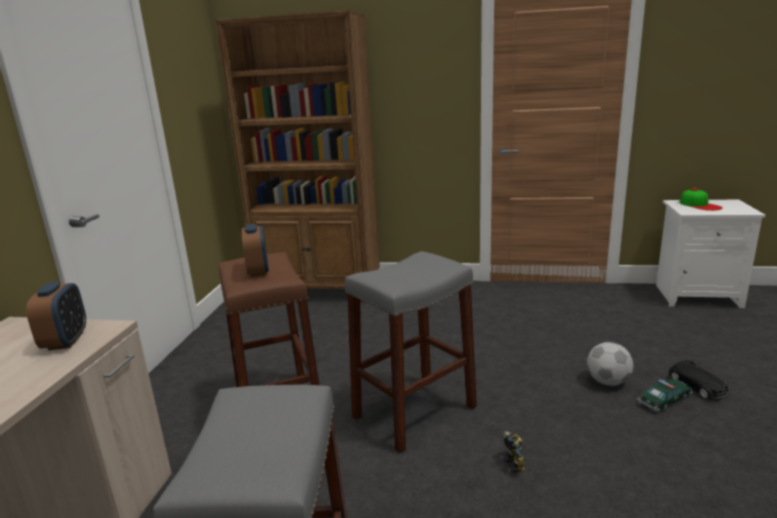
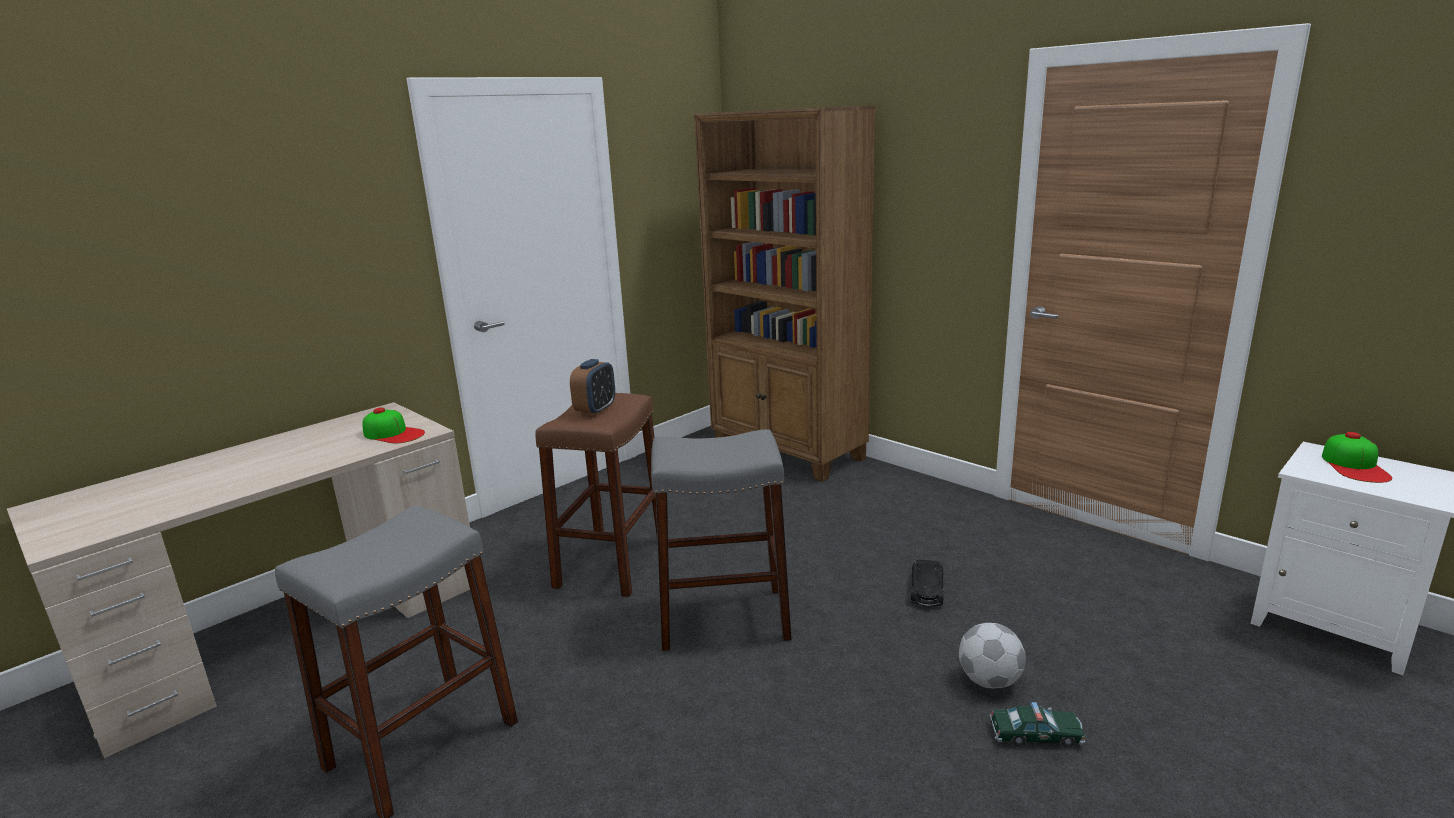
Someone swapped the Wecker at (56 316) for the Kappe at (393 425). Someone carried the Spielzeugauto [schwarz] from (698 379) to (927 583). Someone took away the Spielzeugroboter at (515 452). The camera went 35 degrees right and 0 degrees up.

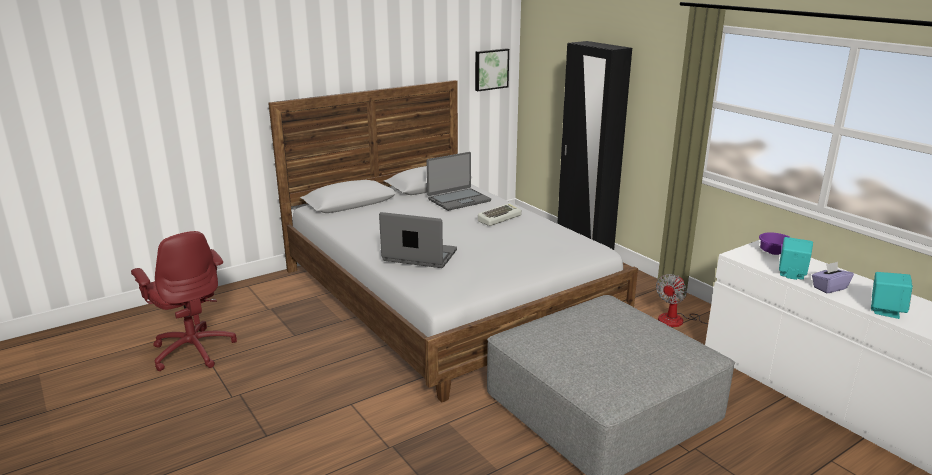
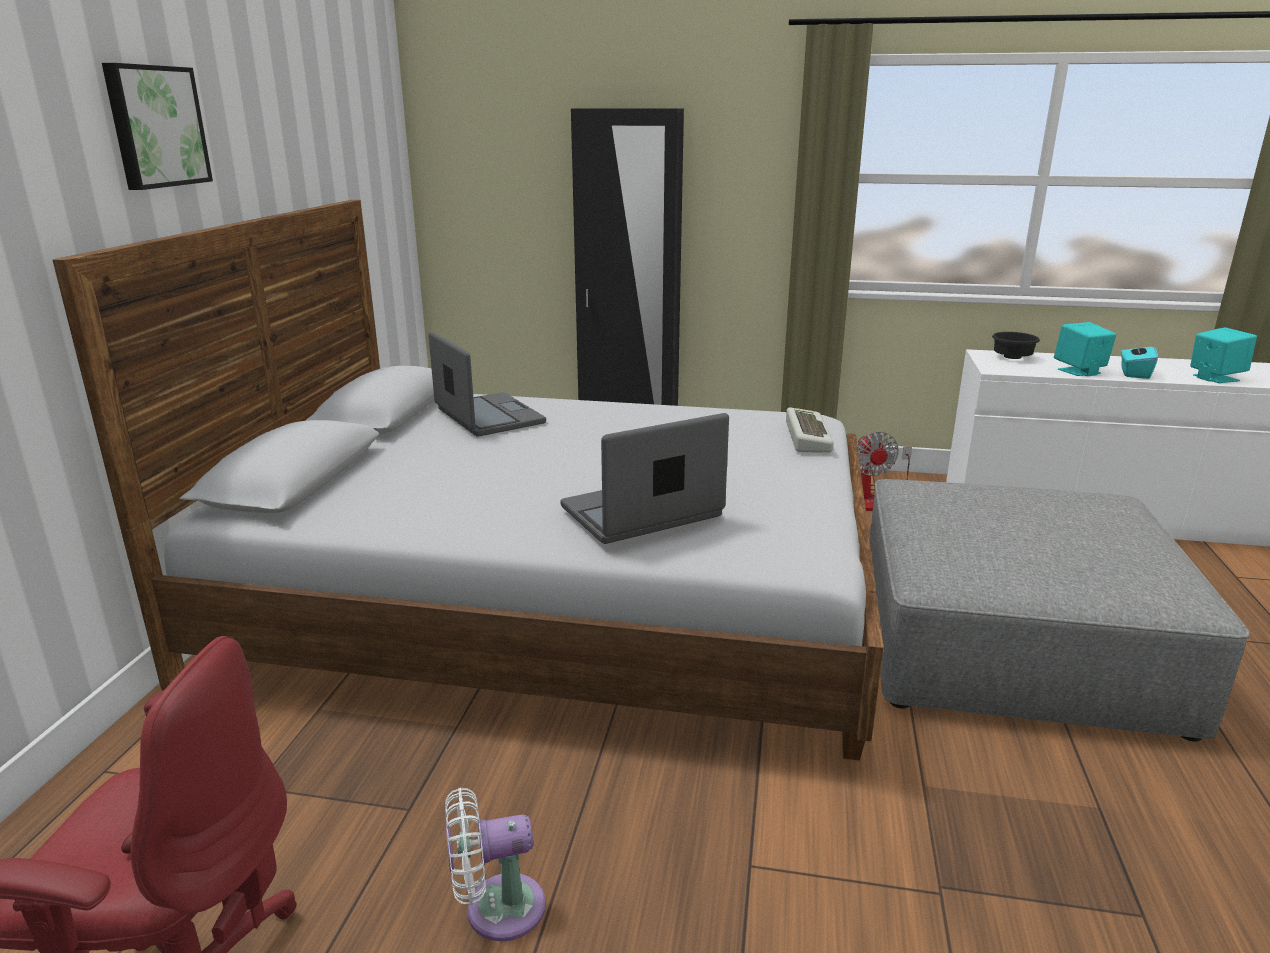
Someone carried the Bild from (492 69) to (157 126). Someone rotated the Laptop at (459 181) by 45 degrees counterclockwise. Someone carried the Tastatur from (500 214) to (810 430). Someone repainted the Schüssel [lila] at (775 243), which became the Schüssel [schwarz] at (1016 345). Someone repainted the Taschentuchbox [lila] at (833 277), which became the Taschentuchbox [türkis] at (1139 360). Someone put down the Ventilator [weiß] at (495 865). The camera went 45 degrees left and 0 degrees up.

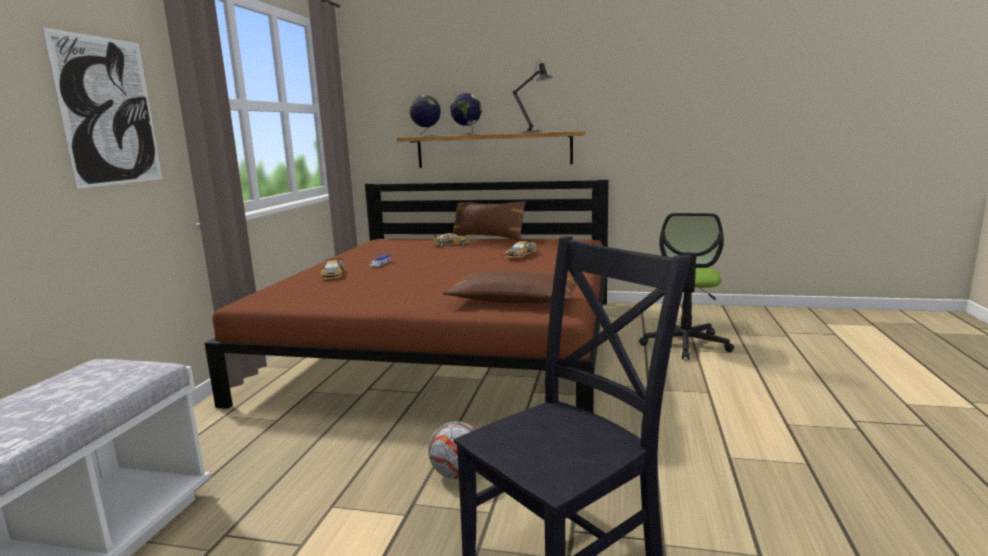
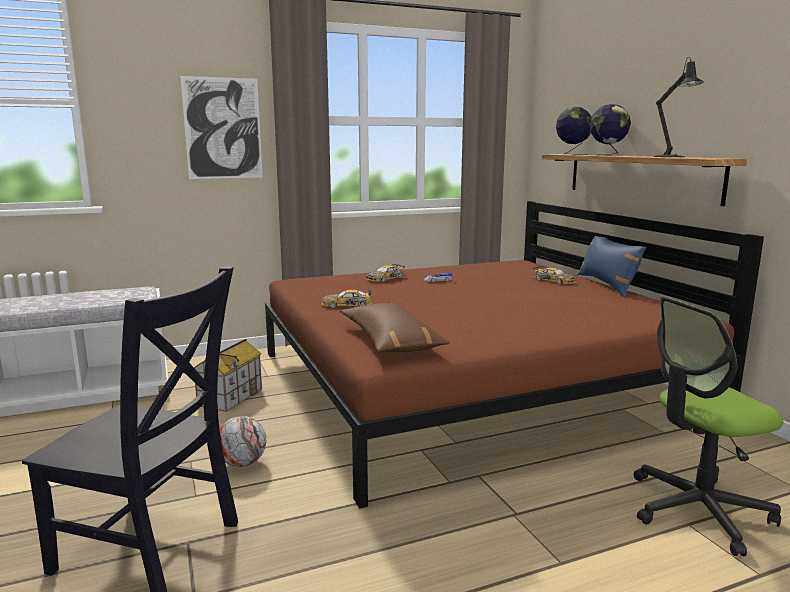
Someone repainted the Kissen [braun] at (489 221), which became the Kissen [blau] at (612 266). Someone carried the Spielzeugauto from (521 249) to (347 298). Someone put down the Spielzeughaus at (228 375). The camera went 55 degrees right and 0 degrees up.

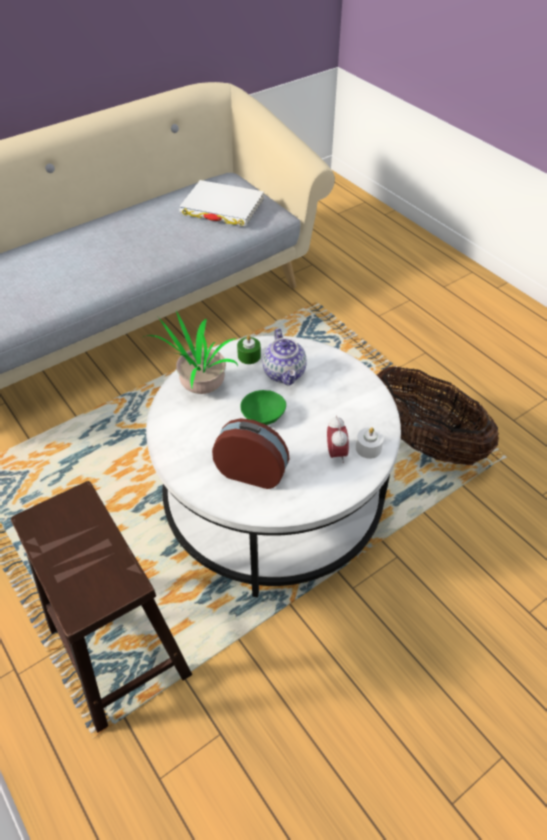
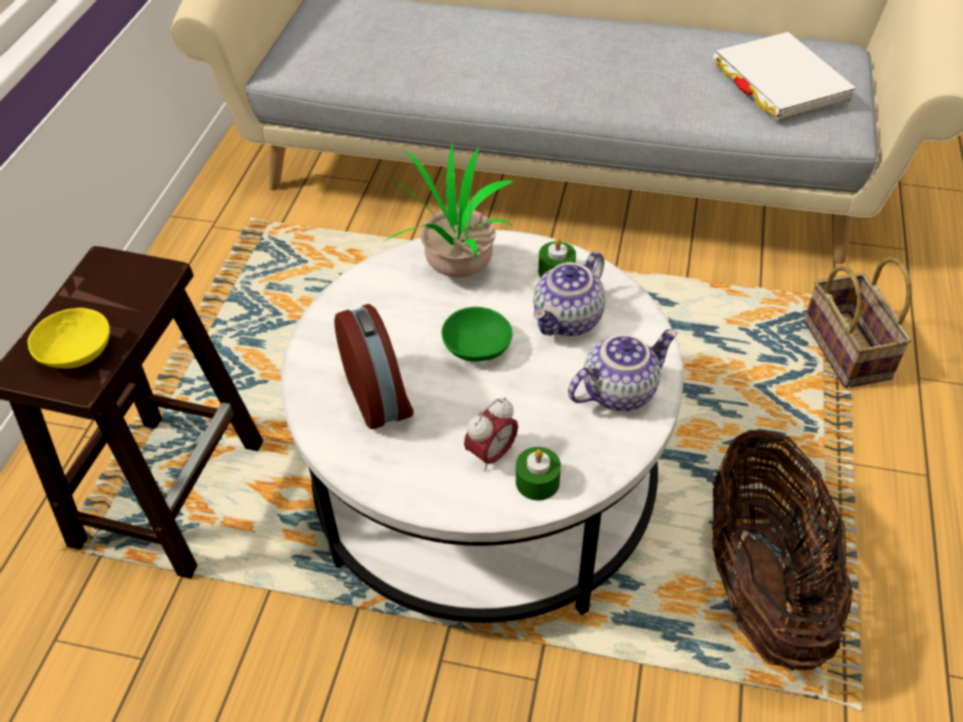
Someone repainted the Kerze [weiß] at (370 443), which became the Kerze [grün] at (538 474). Someone put down the Korb at (858 322). Someone put down the Schüssel [gelb] at (68 338). Someone put down the Teekanne at (623 370). The camera went 50 degrees right and 0 degrees up.

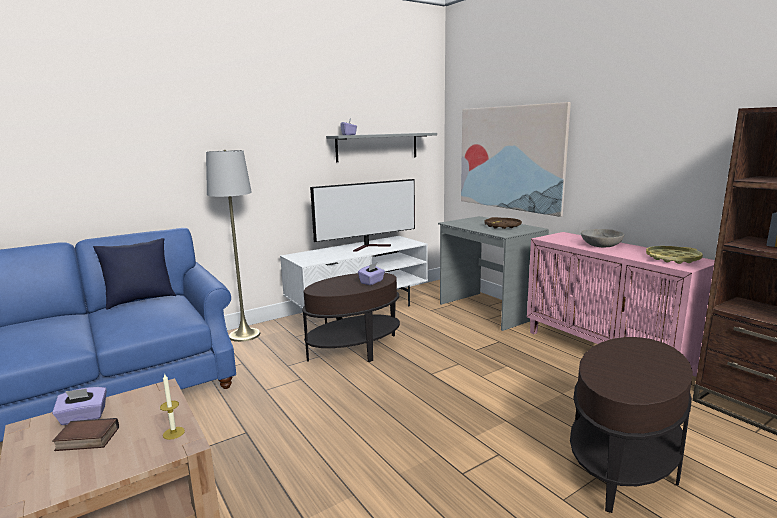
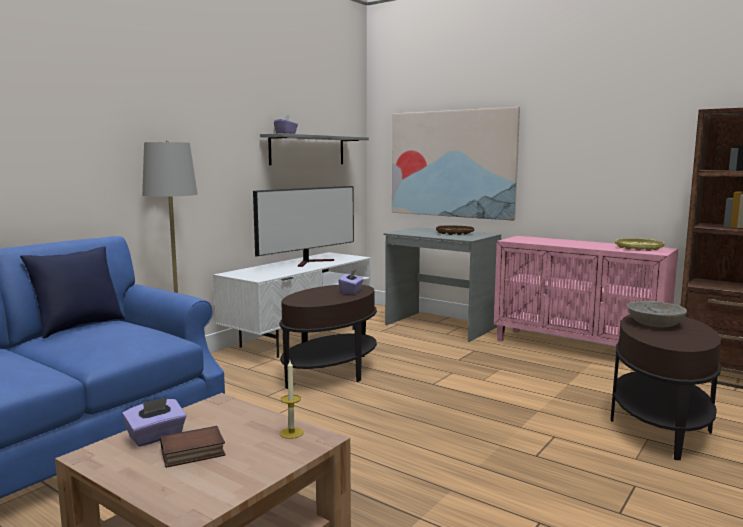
Someone carried the Schüssel [grau] from (602 238) to (657 314). The camera went 20 degrees left and 5 degrees down.

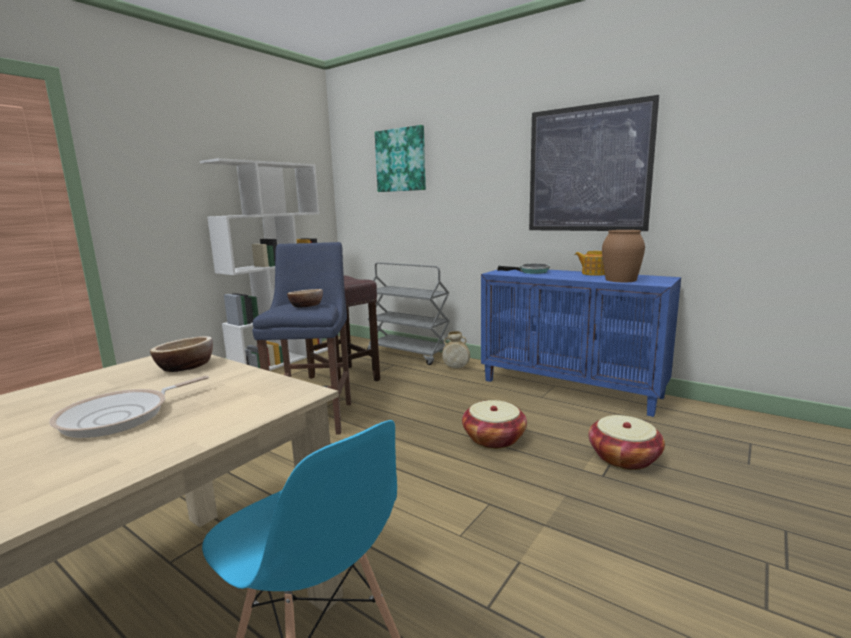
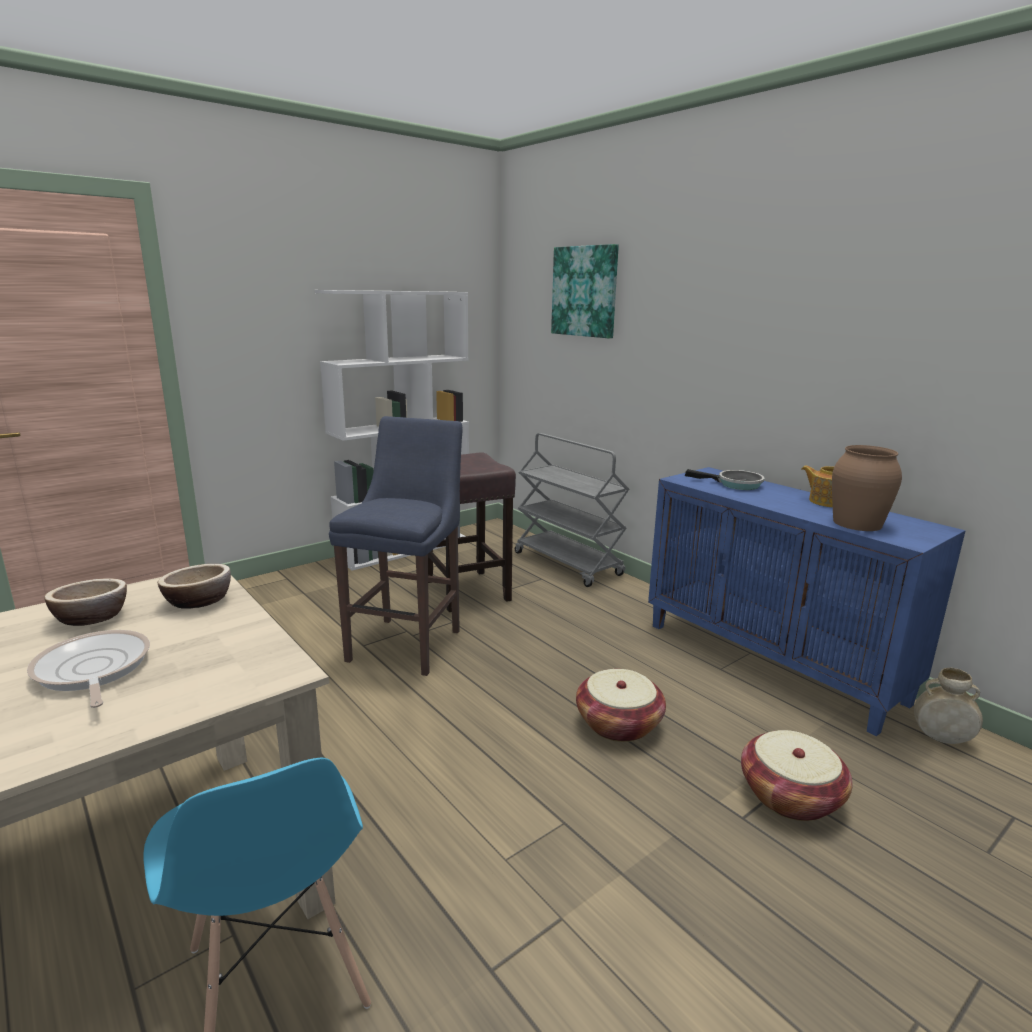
Someone took away the Bild at (594 163). Someone carried the Schüssel from (305 298) to (85 602). Someone carried the Vase [beige] from (456 350) to (948 705). Someone rotated the Pfanne at (129 407) by 90 degrees clockwise. The camera went 15 degrees right and 5 degrees up.

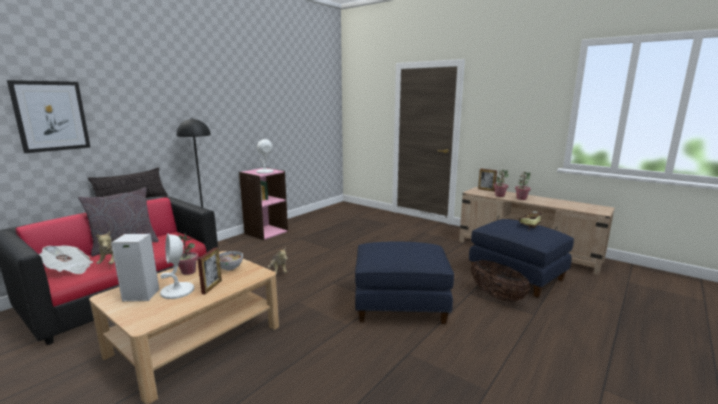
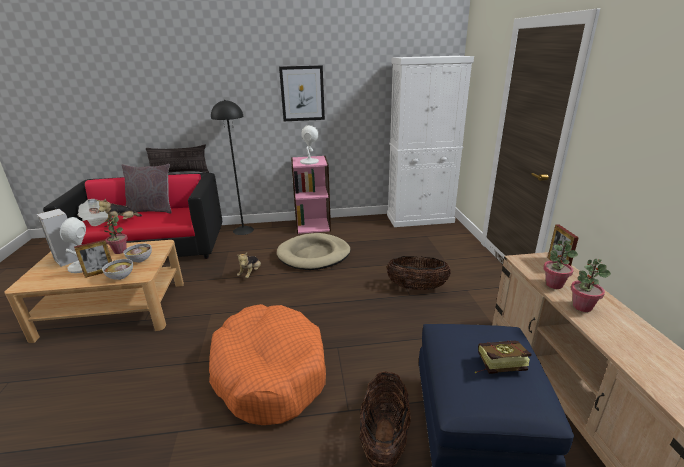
Someone carried the Bild from (49 116) to (302 93). Someone swapped the Polsterhocker [blau] at (404 283) for the Hundebett [orange] at (267 364). Someone put down the Schrank [weiß] at (430 141). Someone put down the Hundebett [beige] at (313 251). Someone put down the Korb at (418 273). Someone put down the Schüssel at (117 269). The camera went 45 degrees right and 10 degrees up.

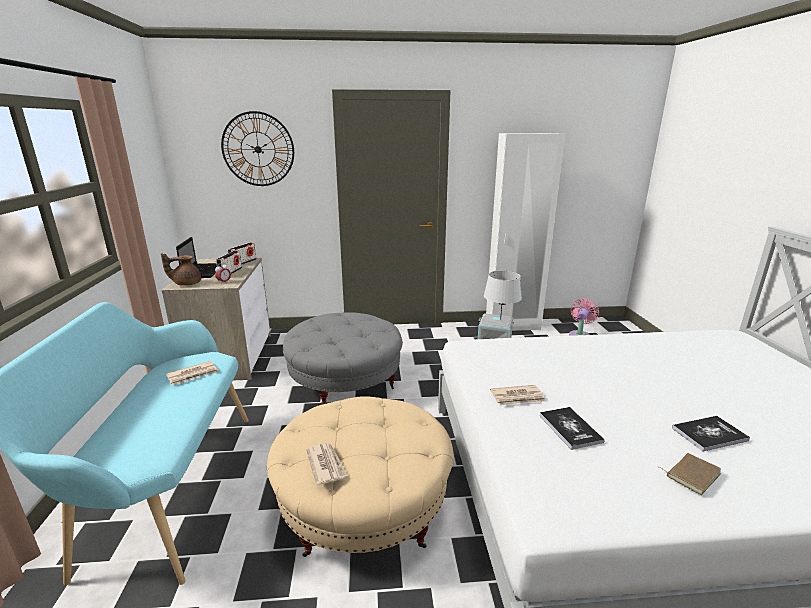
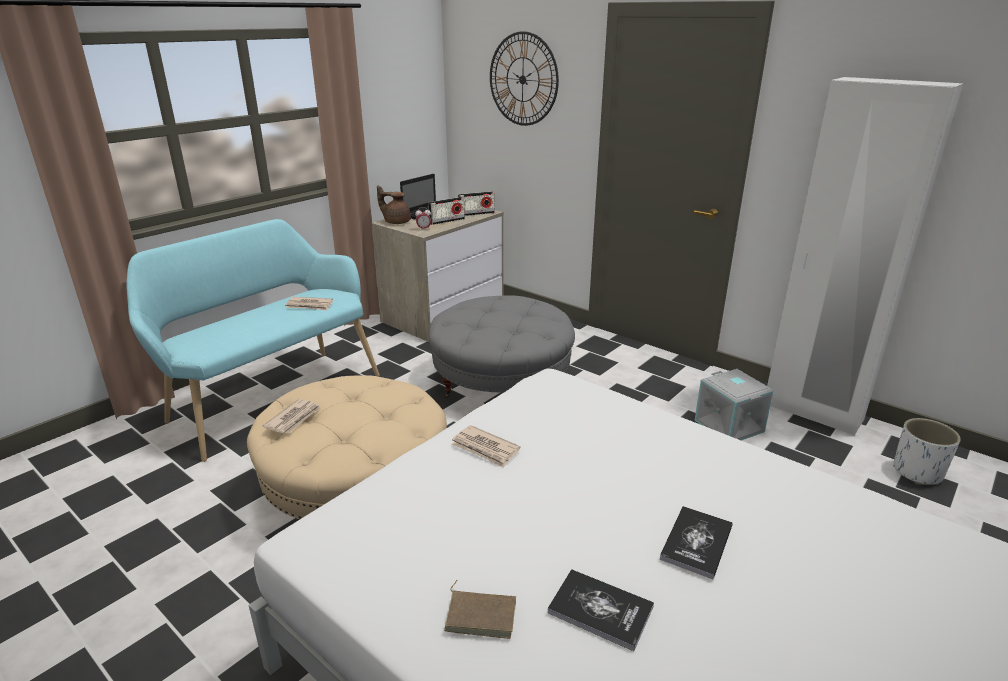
Someone took away the Tischlampe [grau] at (503 295). Someone swapped the Ventilator [rosa] at (584 317) for the Pflanzkübel [weiß] at (927 451). Someone carried the Buch from (572 428) to (696 542). The camera went 45 degrees right and 5 degrees up.

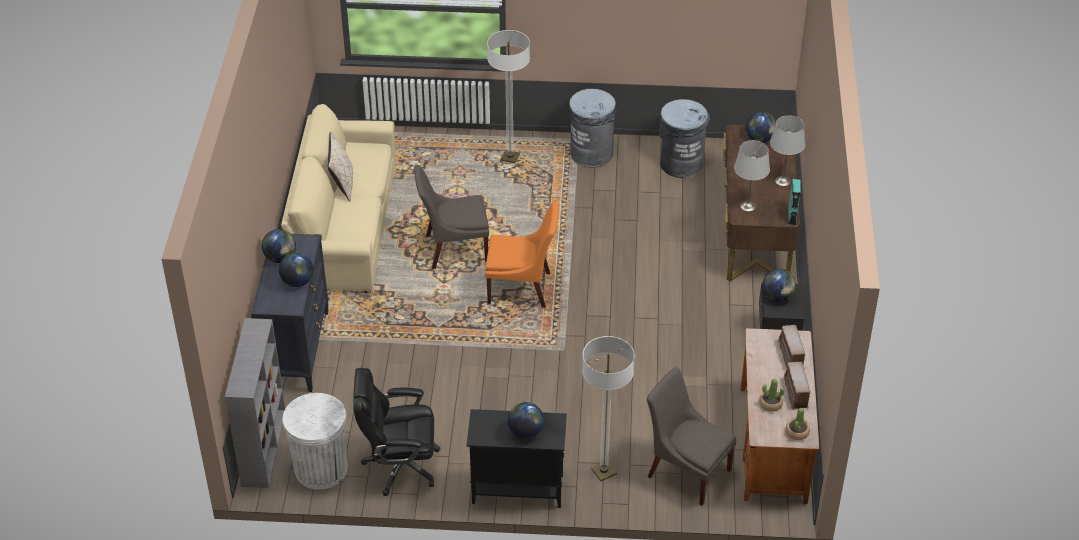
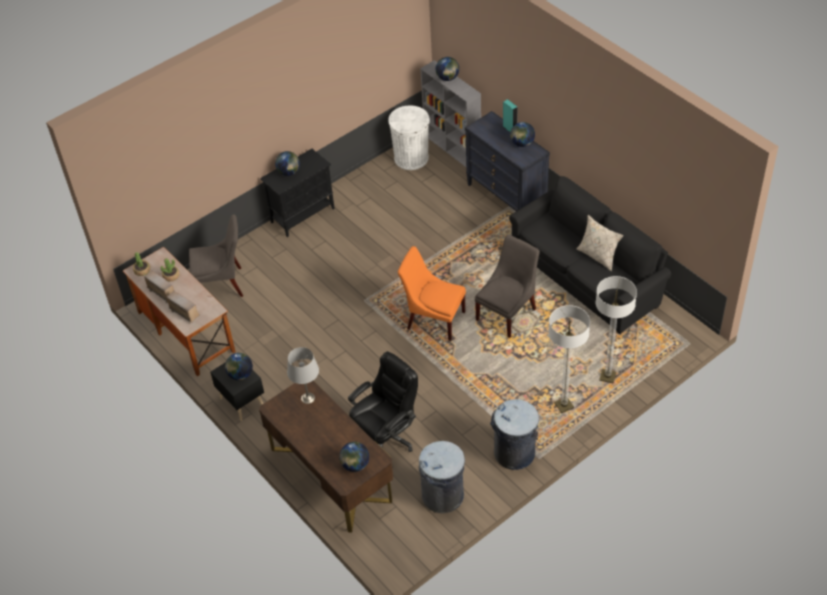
Someone repainted the Sofa [beige] at (338 198), which became the Sofa [schwarz] at (590 255). Someone took away the Tischlampe [grau] at (787 150). Someone carried the Lautsprecher [türkis] from (794 202) to (510 115). Someone rotated the Stuhl [orange] at (522 254) by 60 degrees clockwise. Someone carried the Globus from (296 270) to (447 69). Someone carried the Stehlampe from (608 408) to (616 329). Someone carried the Bürostuhl [schwarz] from (397 432) to (383 401). The camera went 140 degrees right and 5 degrees up.

